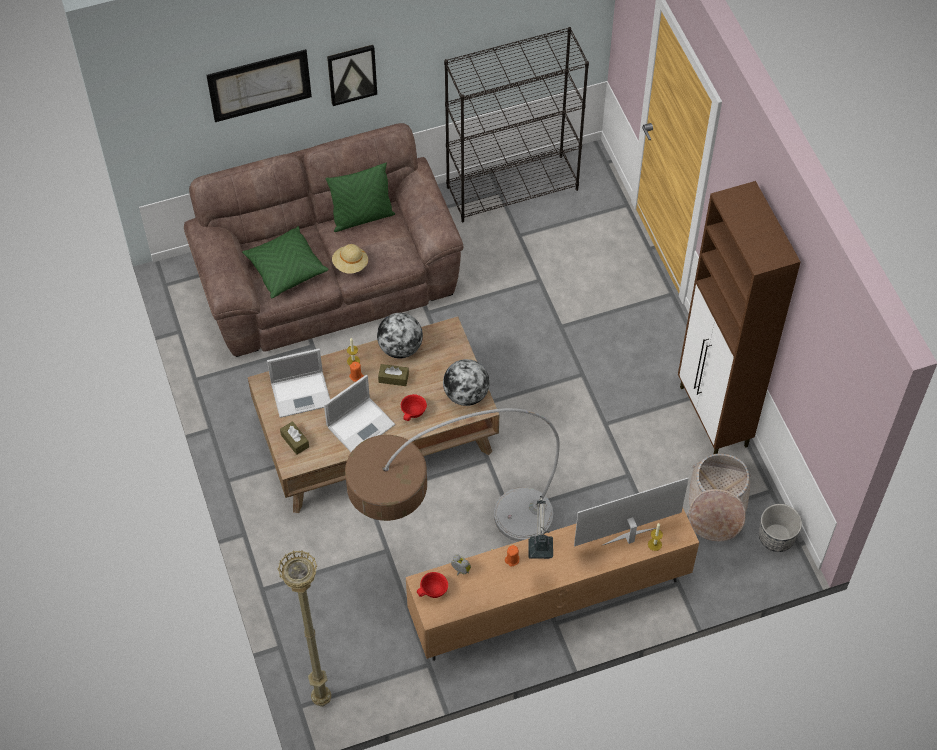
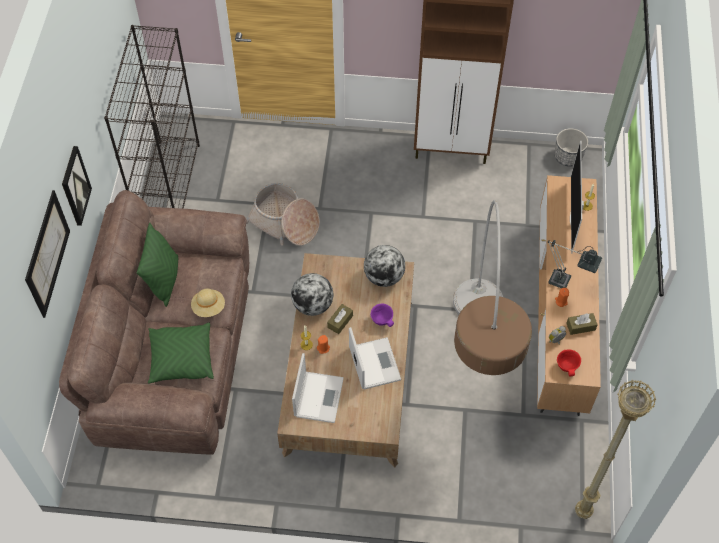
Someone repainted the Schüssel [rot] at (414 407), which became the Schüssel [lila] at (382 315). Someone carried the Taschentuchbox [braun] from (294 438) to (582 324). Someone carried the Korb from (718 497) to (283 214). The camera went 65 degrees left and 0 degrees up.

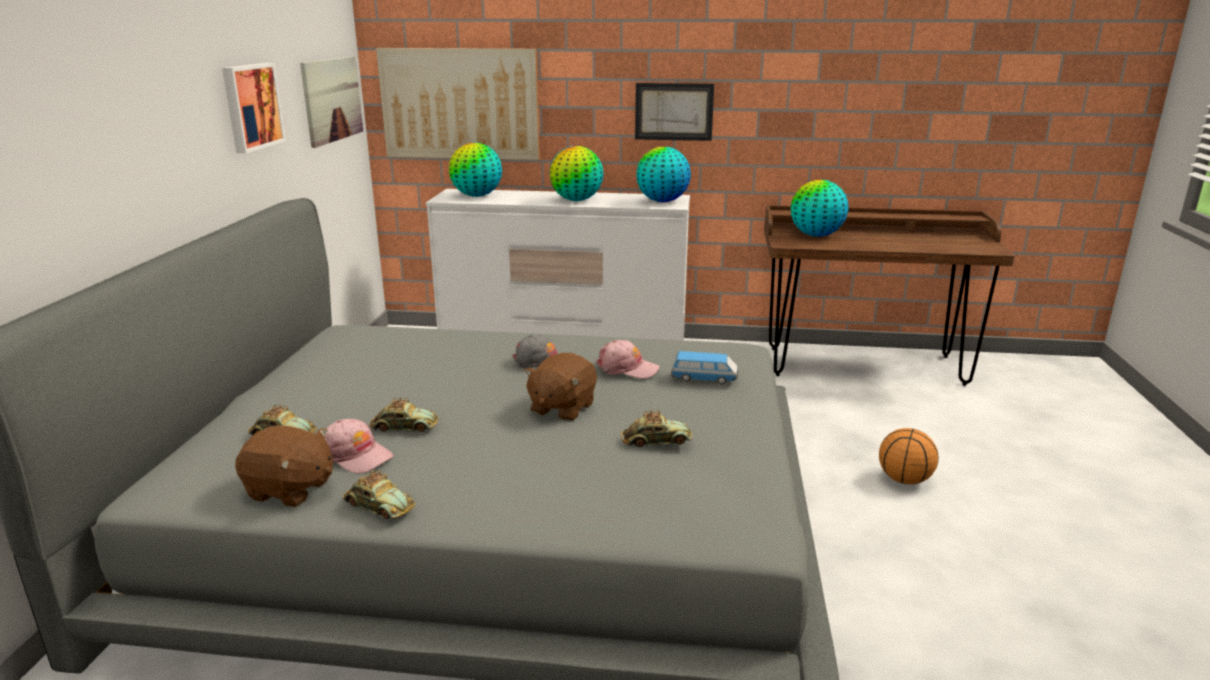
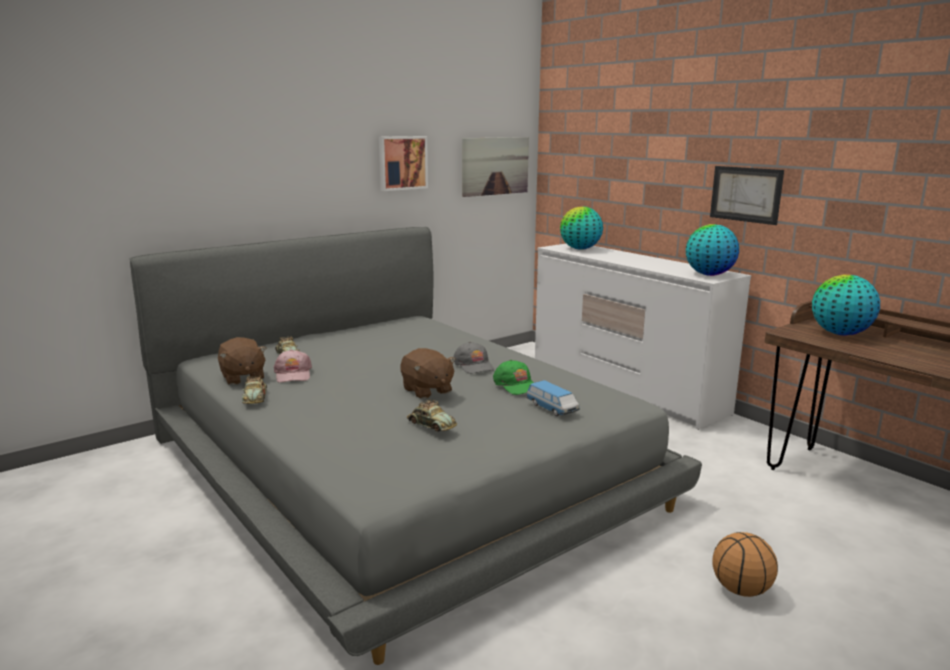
Someone took away the Bild at (458 104). Someone took away the Globus at (576 173). Someone repainted the Kappe [rosa] at (628 359), which became the Kappe [grün] at (513 377). Someone rotated the Plüschtier [braun] at (560 387) by 105 degrees counterclockwise. Someone took away the Spielzeugauto at (404 415). The camera went 45 degrees right and 5 degrees down.

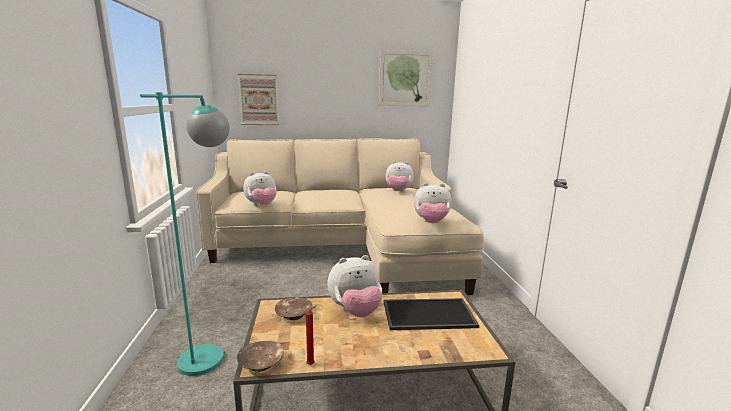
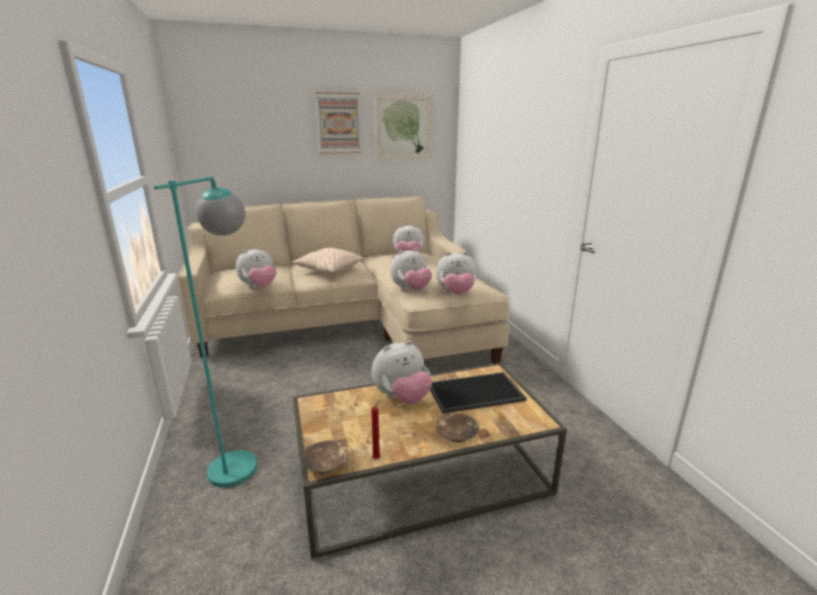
Someone carried the Bild from (258 99) to (338 123). Someone carried the Schüssel [braun] from (294 308) to (457 427). Someone put down the Kissen [beige] at (328 261). Someone put down the Plüschtier at (411 269). The camera went 10 degrees left and 5 degrees up.

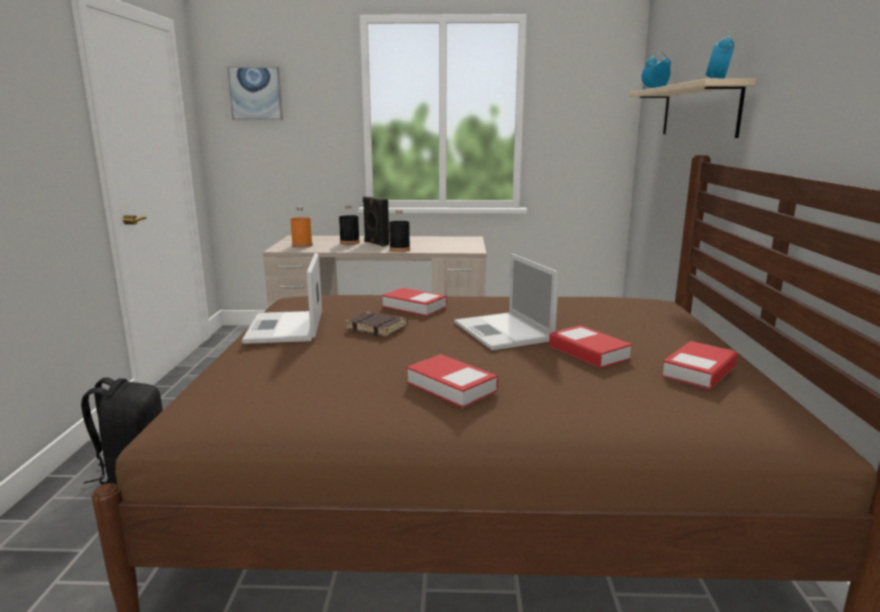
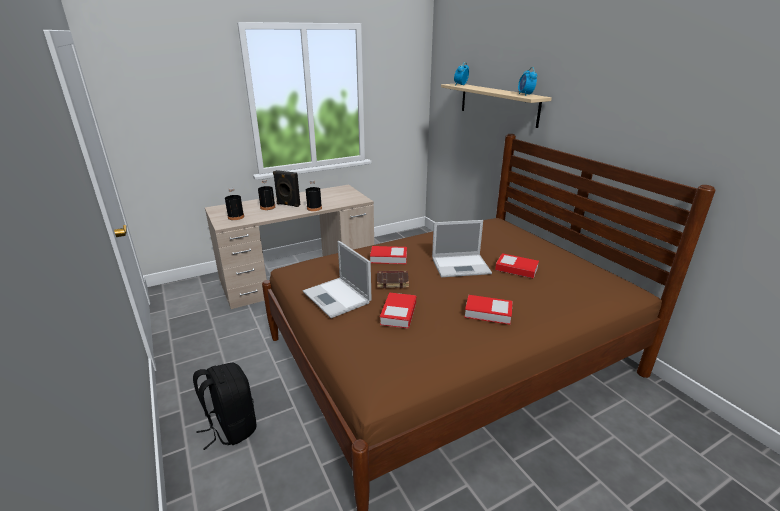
Someone took away the Bild at (255 93). Someone repainted the Flasche [orange] at (302 227), which became the Flasche [schwarz] at (234 204). Someone rotated the Laptop at (506 302) by 45 degrees counterclockwise. Someone carried the Buch from (699 365) to (398 310). The camera went 30 degrees left and 10 degrees up.

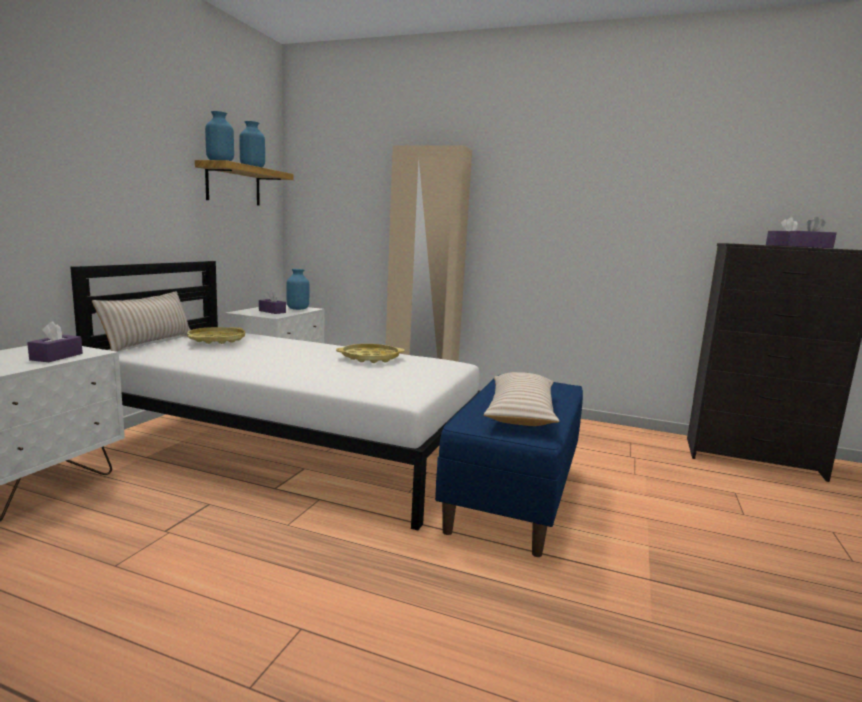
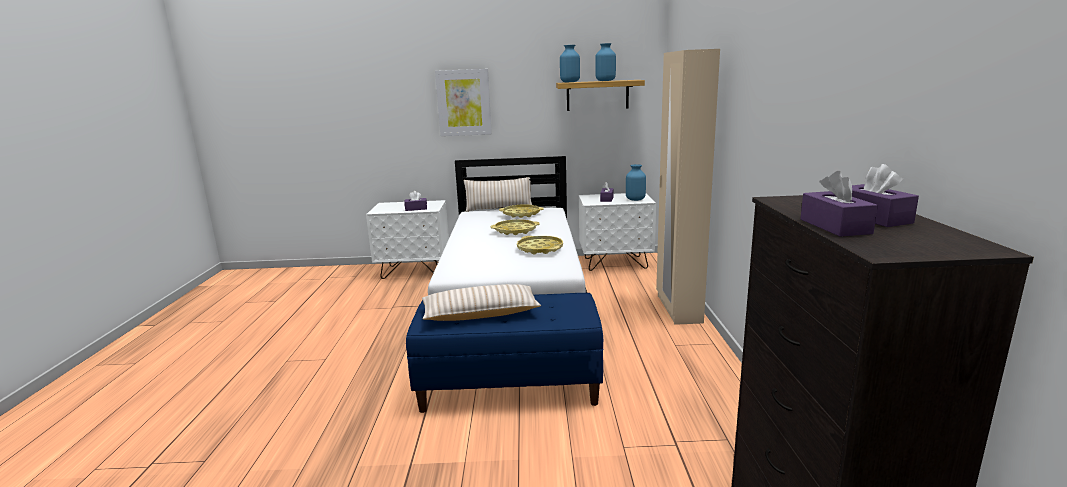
Someone put up the Bild at (463 102). Someone put down the Tablett [gelb] at (515 227). The camera went 70 degrees right and 5 degrees up.

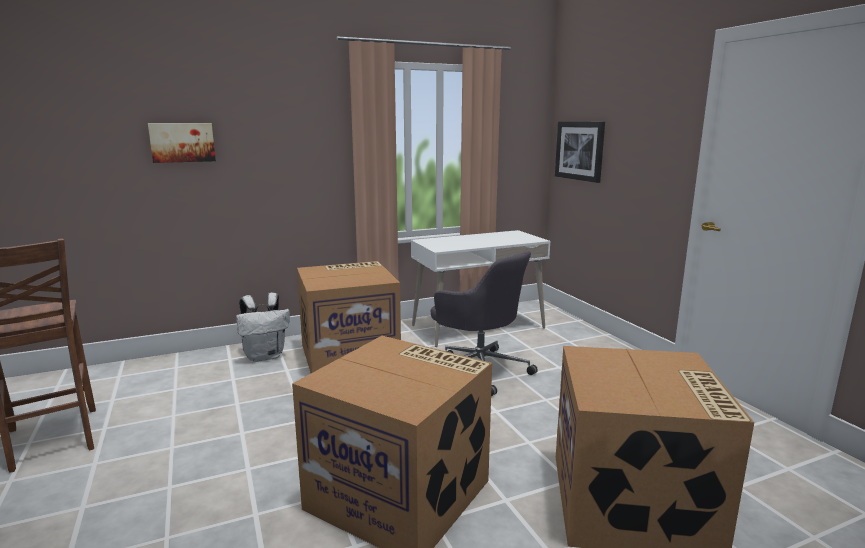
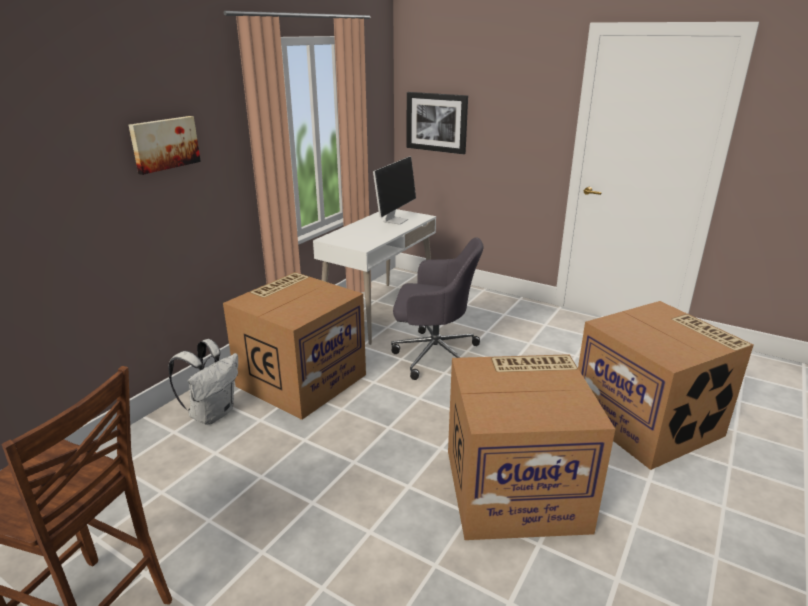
Someone carried the Bild from (182 143) to (165 145). Someone put down the Monitor at (394 190). The camera went 35 degrees left and 10 degrees up.

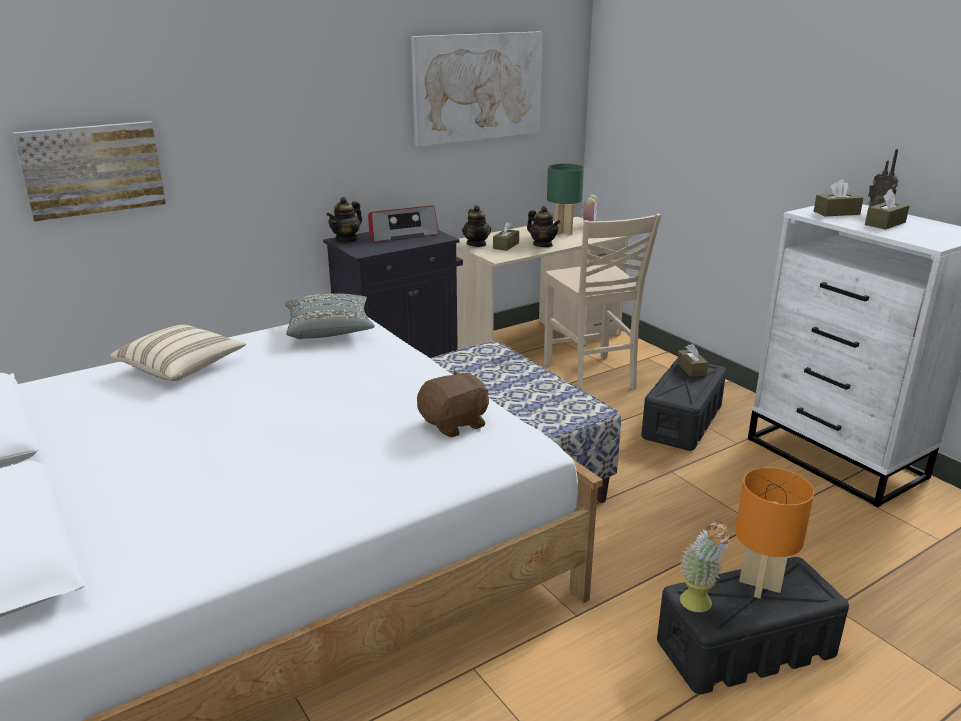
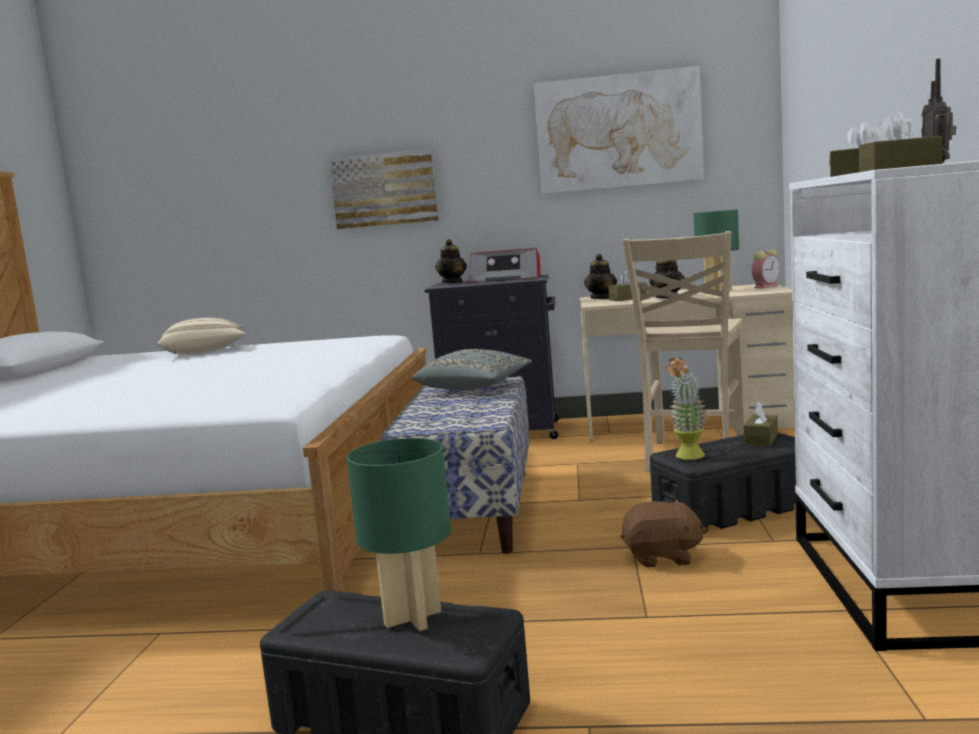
Someone carried the Bild from (89 171) to (384 189). Someone rotated the Teekanne at (344 220) by 60 degrees counterclockwise. Someone carried the Kissen [grau] from (330 316) to (472 369). Someone carried the Plüschtier [braun] from (453 403) to (664 533). Someone repainted the Tischlampe [orange] at (774 533), which became the Tischlampe [grün] at (398 534). Someone carried the Topfpflanze from (705 566) to (686 408). The camera went 40 degrees right and 15 degrees down.

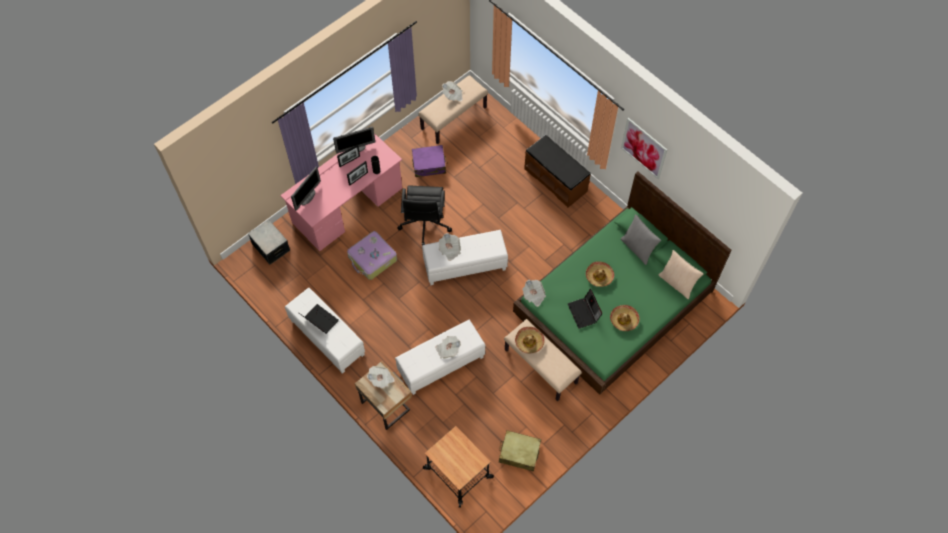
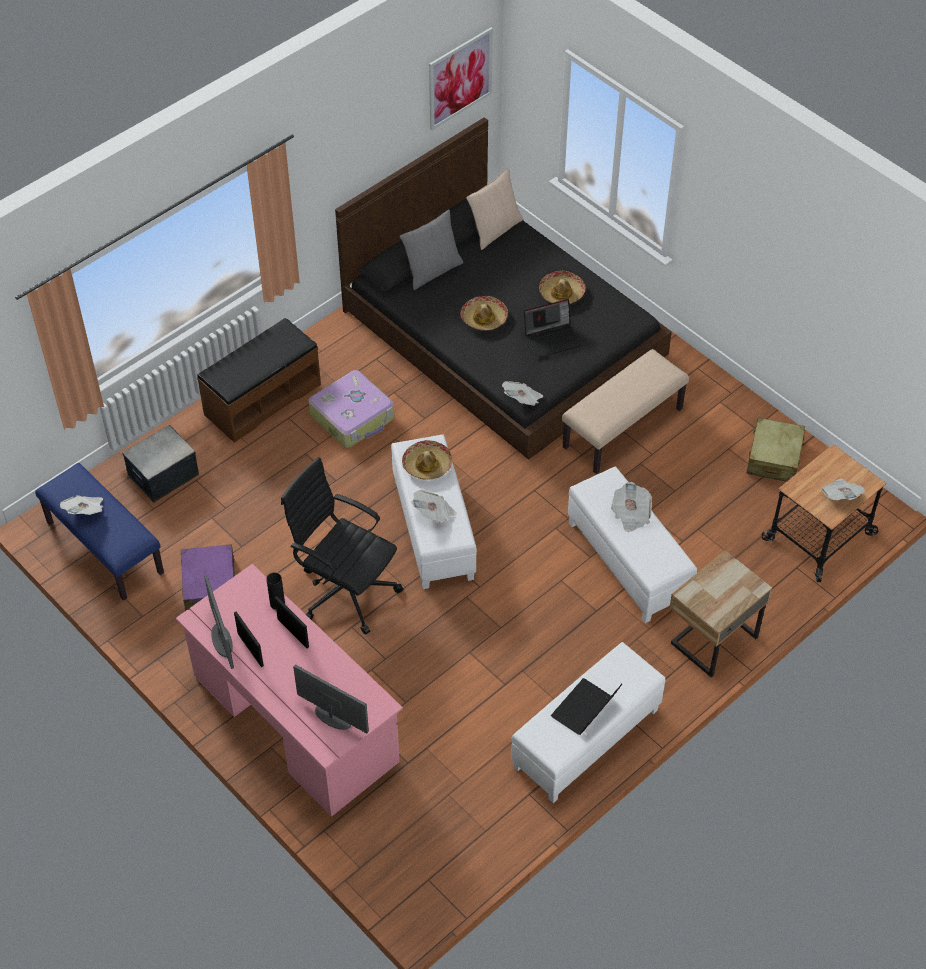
Someone repainted the Bank [beige] at (453 109), which became the Bank [blau] at (99 532). Someone carried the Bild from (644 148) to (461 78). Someone repainted the Bett [grün] at (622 282), which became the Bett [schwarz] at (503 288). Someone rotated the Bürostuhl [schwarz] at (424 215) by 150 degrees counterclockwise. Someone carried the Aufbewahrungsbox from (269 242) to (160 464). Someone carried the Koffer from (372 255) to (351 409). Someone carried the Hut from (530 340) to (427 460). Someone carried the Zeitung from (381 377) to (843 489). The camera went 90 degrees left and 10 degrees down.

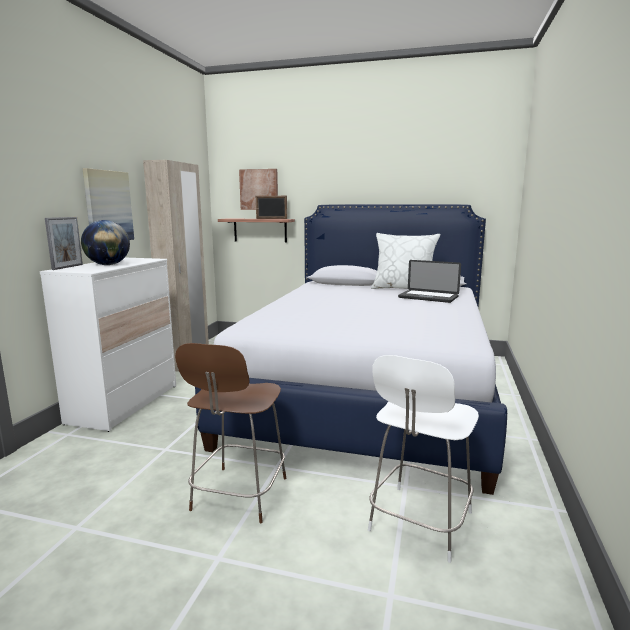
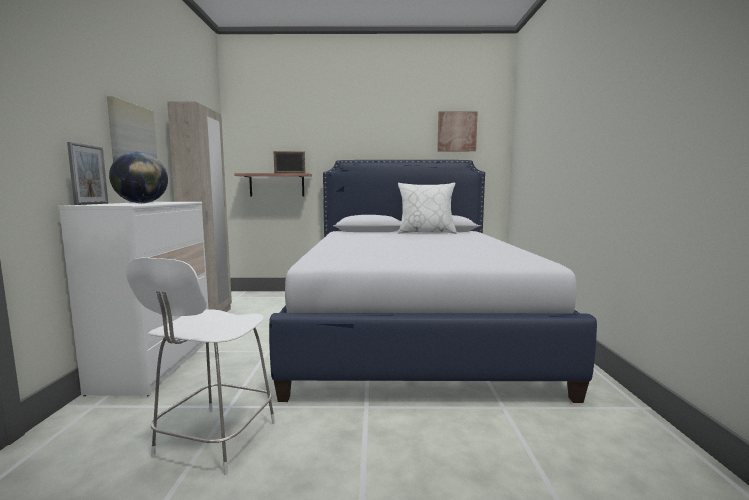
Someone carried the Bild from (258 189) to (457 131). Someone took away the Laptop at (429 281). Someone took away the Stuhl [braun] at (230 433). Someone carried the Stuhl [weiß] from (423 459) to (200 366). The camera went 15 degrees left and 5 degrees down.

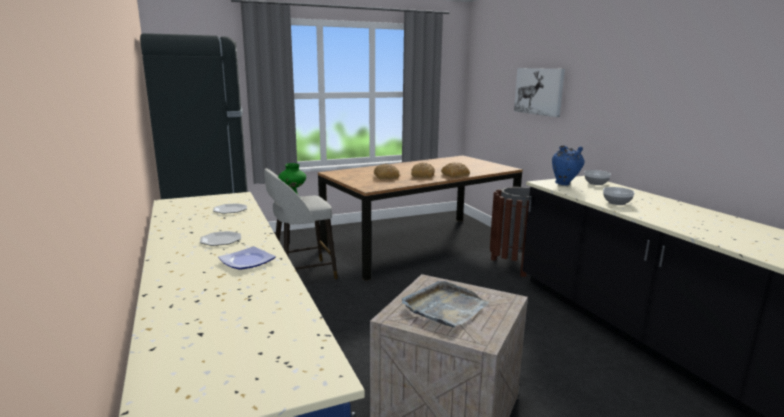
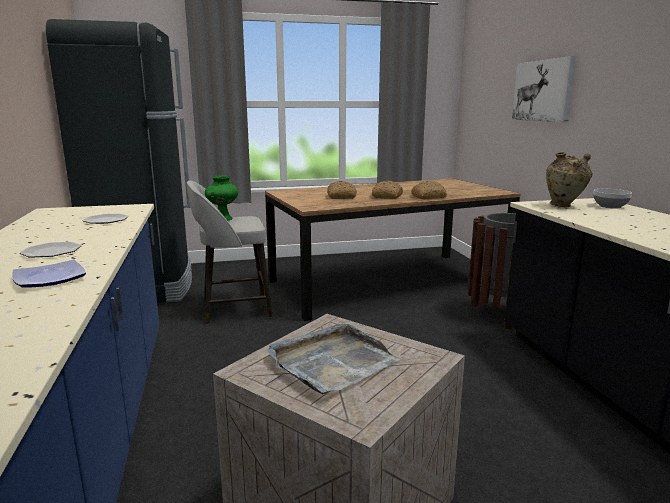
Someone repainted the Vase [blau] at (568 165), which became the Vase [beige] at (569 179). Someone took away the Schüssel at (619 196). The camera went 10 degrees right and 0 degrees up.

